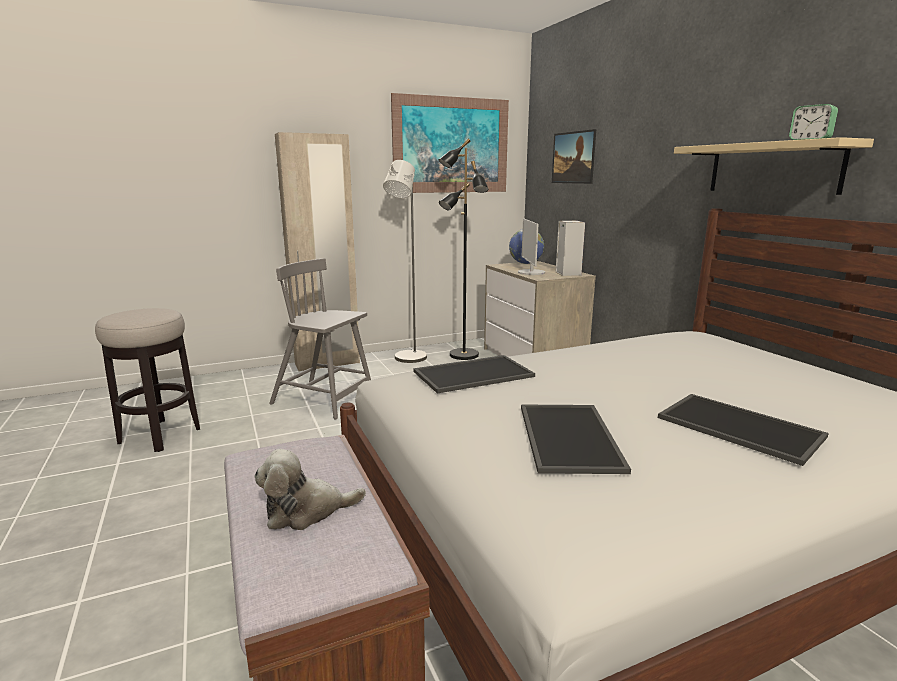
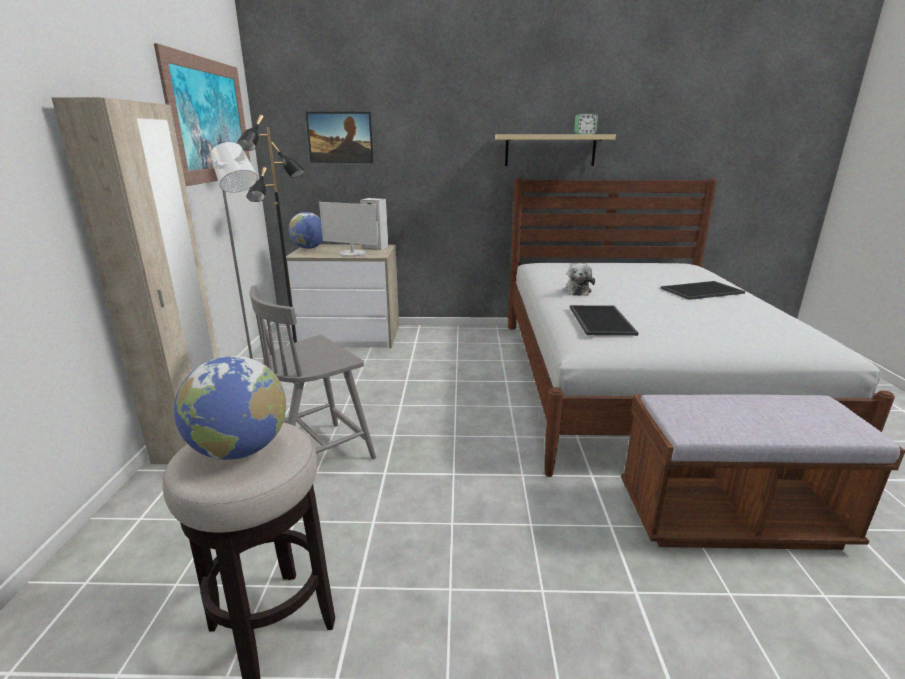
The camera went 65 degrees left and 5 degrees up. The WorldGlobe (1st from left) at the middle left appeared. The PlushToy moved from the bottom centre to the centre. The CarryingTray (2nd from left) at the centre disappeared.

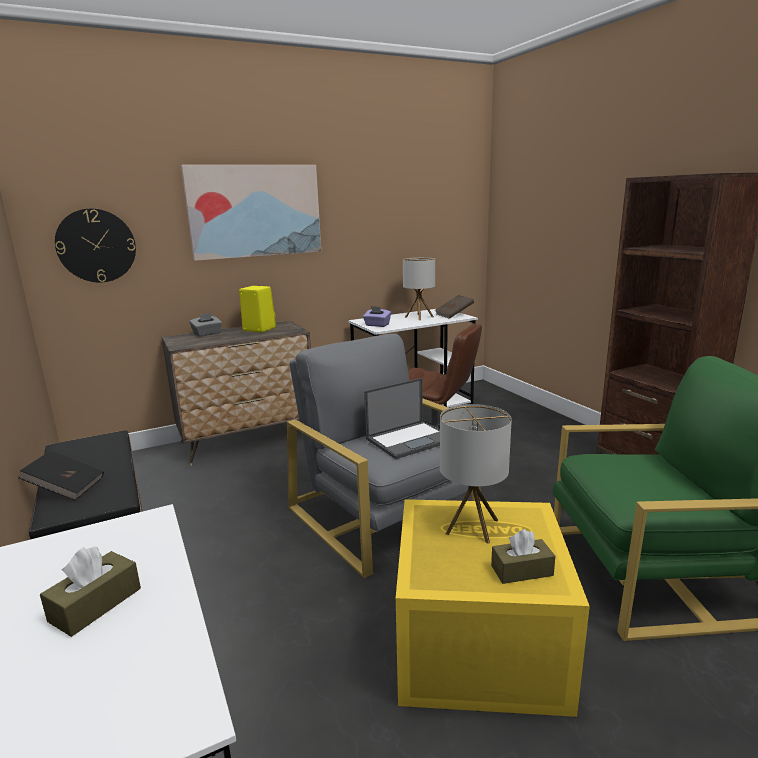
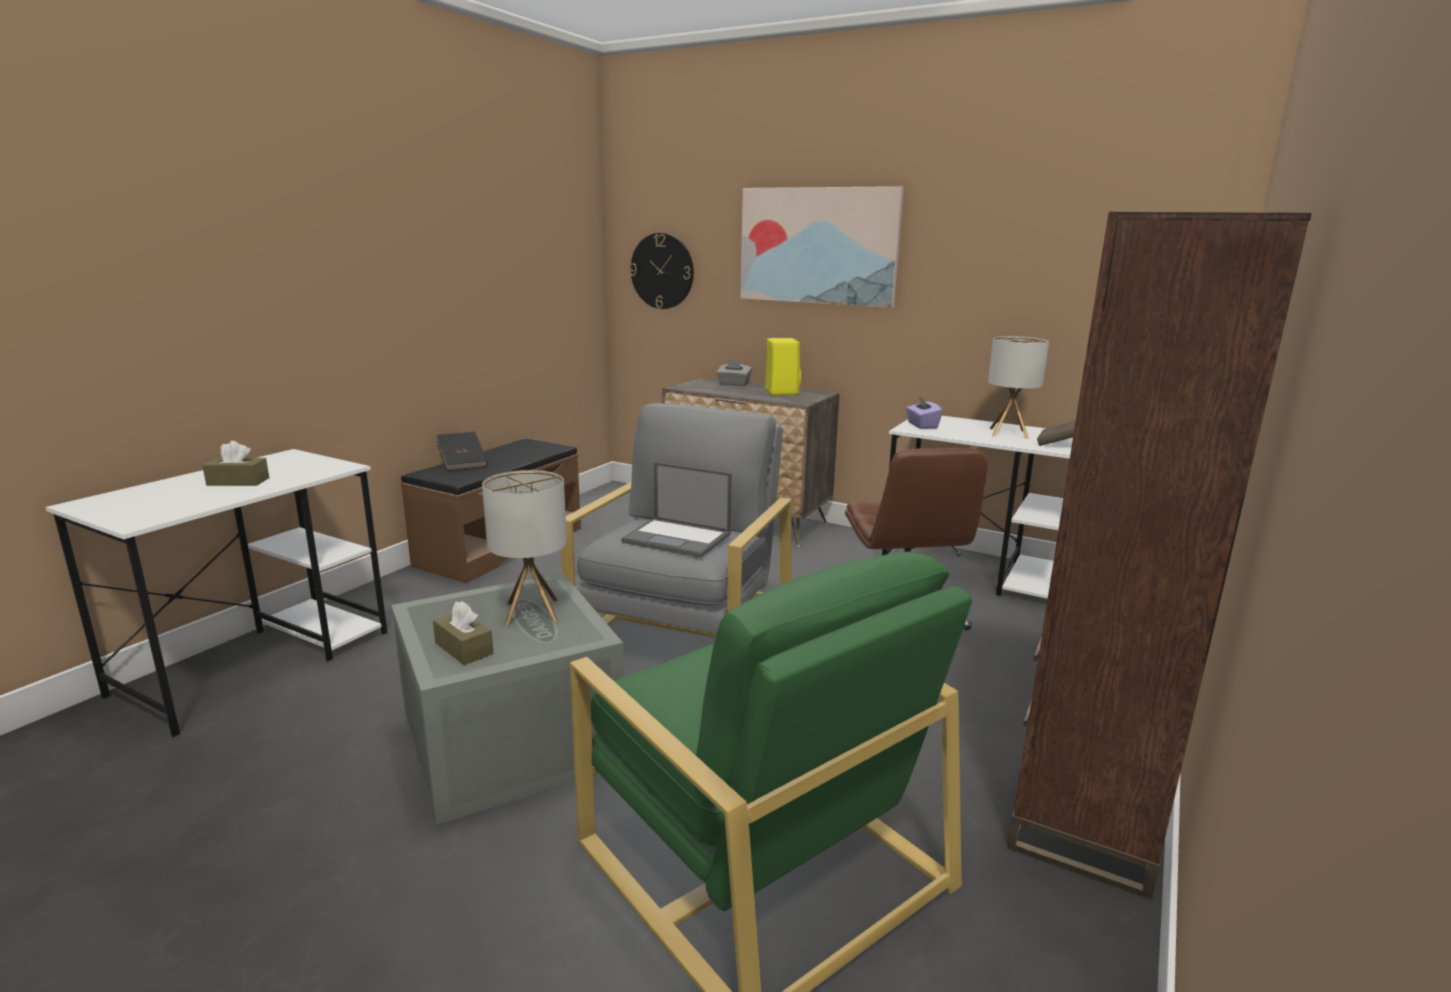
The camera went 55 degrees right and 0 degrees up. The YellowishStorageBox at the bottom centre became the GreyishStorageBox at the bottom centre.

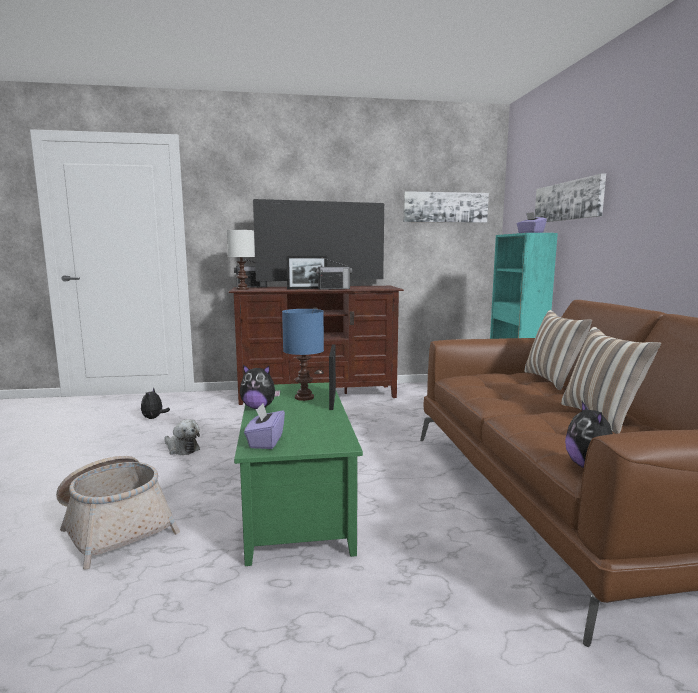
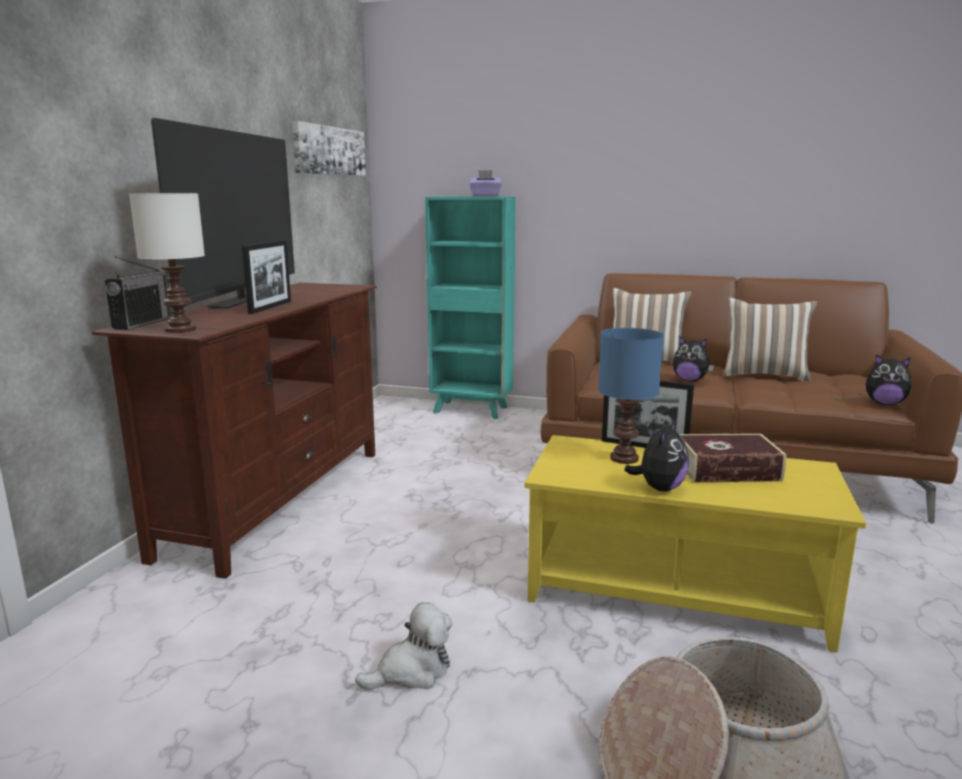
The camera went 65 degrees left and 5 degrees up. The GreenishCoffeeTable at the bottom centre became the YellowishCoffeeTable at the bottom right. The PlushToy (1st from left in the first image) moved from the middle left to the middle right. The BoundBook at the middle right appeared. The PurpleTissueHolder (1st from left) at the centre disappeared. The RadioSet (2nd from left) at the centre disappeared. The WallPicture (2nd from left) at the top right disappeared.

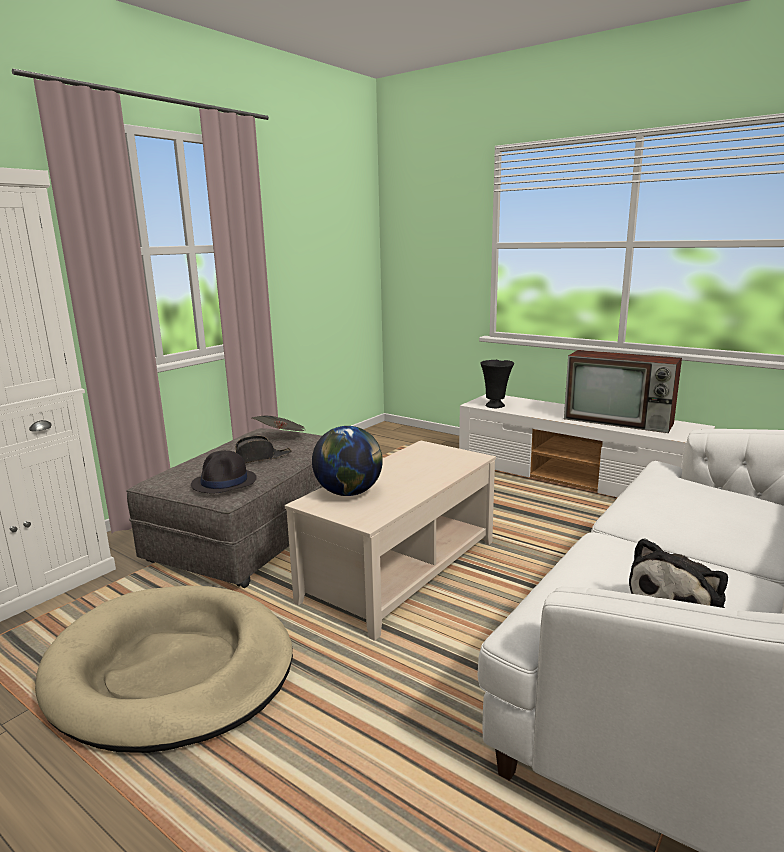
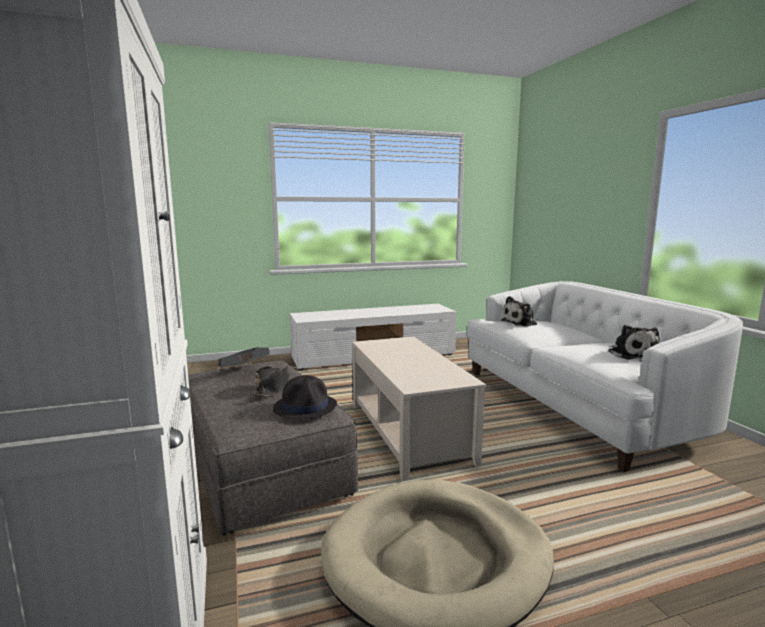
The camera went 55 degrees left and 5 degrees down. The PlushToy (1st from left) at the middle right appeared. The WorldGlobe at the centre disappeared. The BlackColouredFlowerVase at the centre disappeared. The Television at the middle right disappeared.

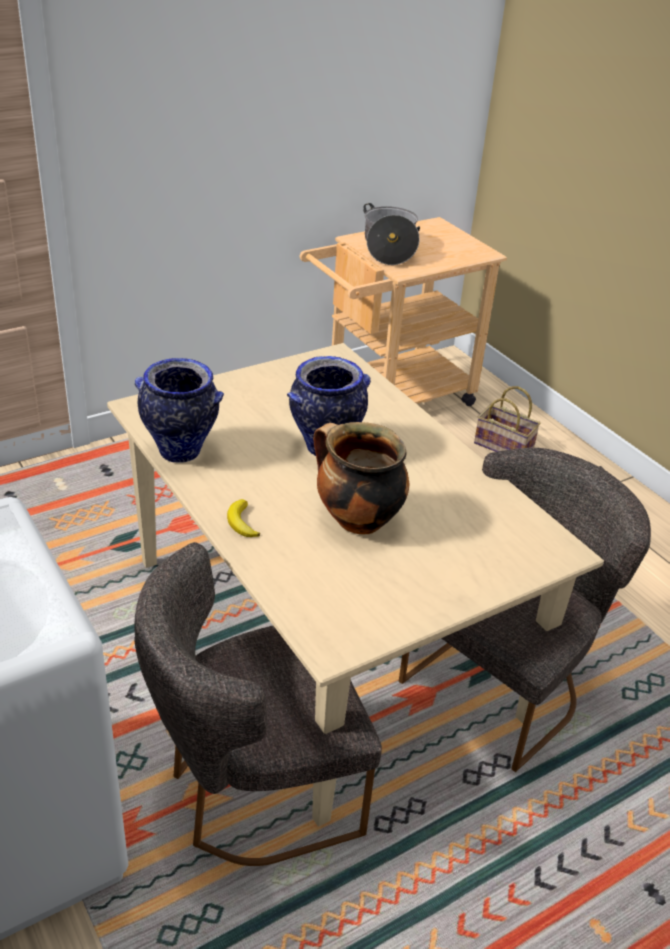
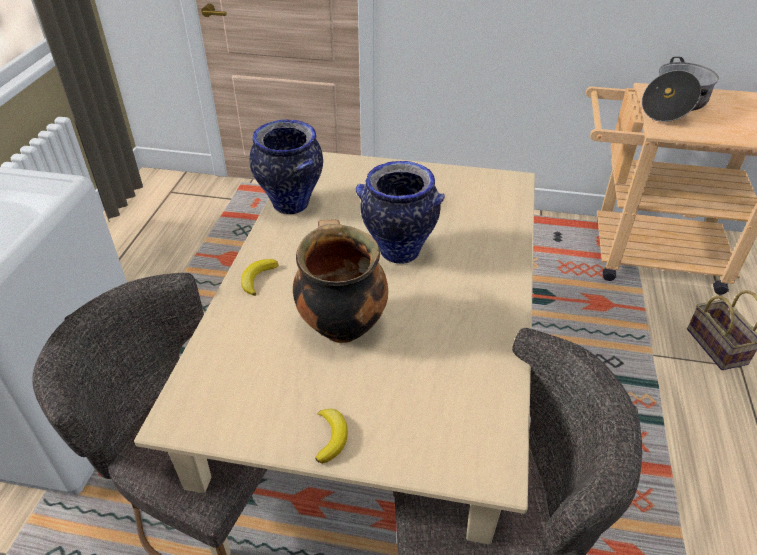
The camera went 45 degrees right and 5 degrees up. The Banana (2nd from left) at the bottom centre appeared.

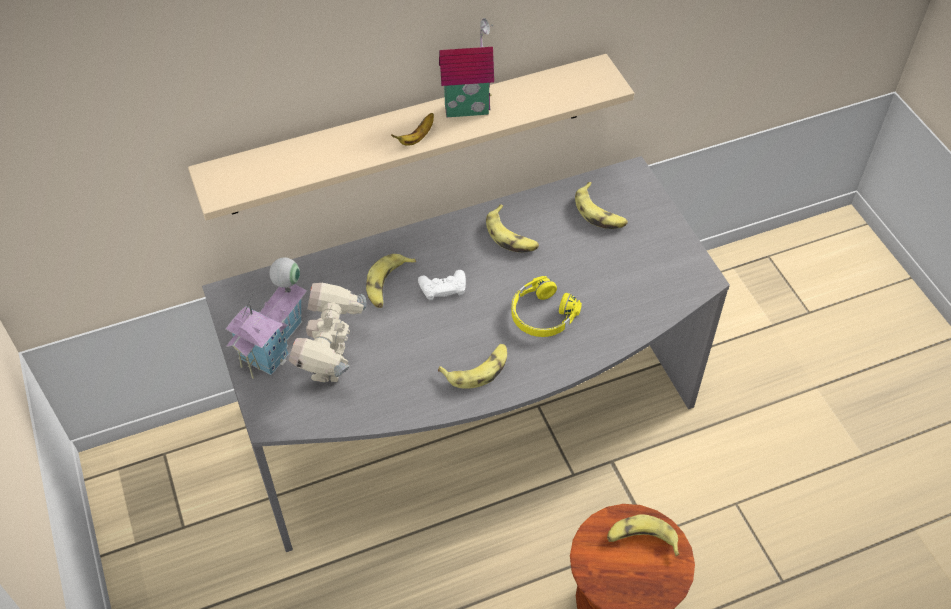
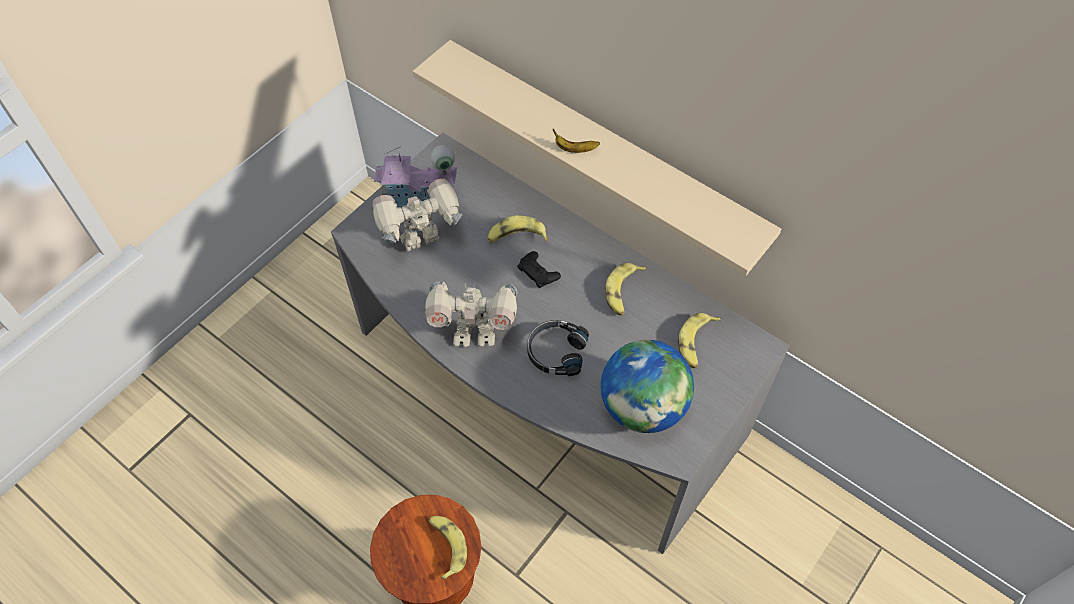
The camera went 60 degrees right and 5 degrees up. The Banana (3rd from left) at the centre was replaced by the ModelRobot (2nd from left) at the centre. The WhiteJoypad at the centre became the BlackColouredJoypad at the centre. The YellowishHeadphones at the centre became the BlackColouredHeadphones at the centre. The WorldGlobe at the centre appeared. The ModelHouse (2nd from left) at the top centre disappeared.

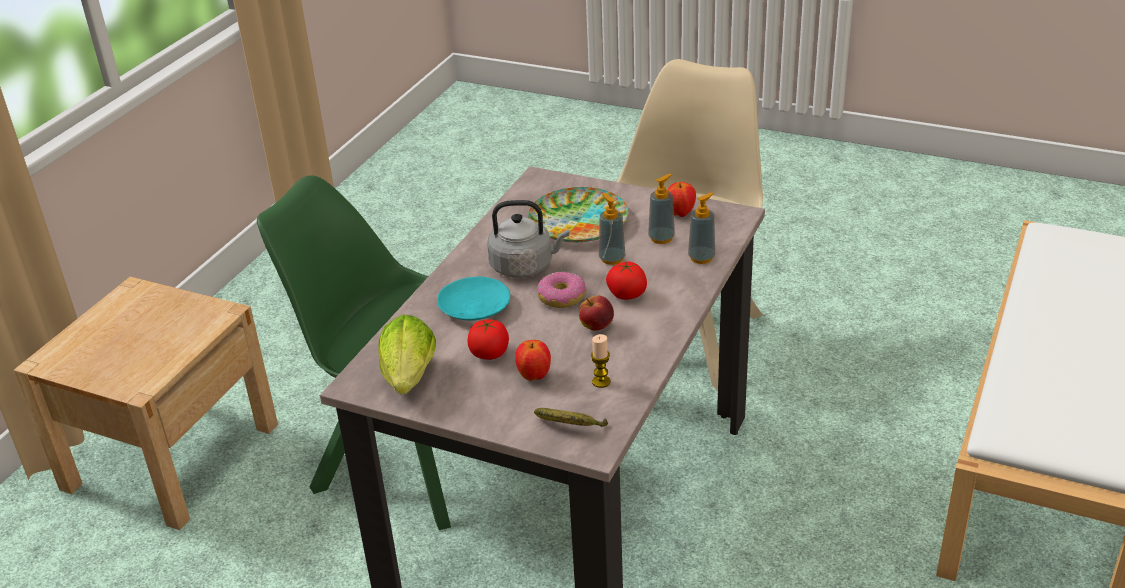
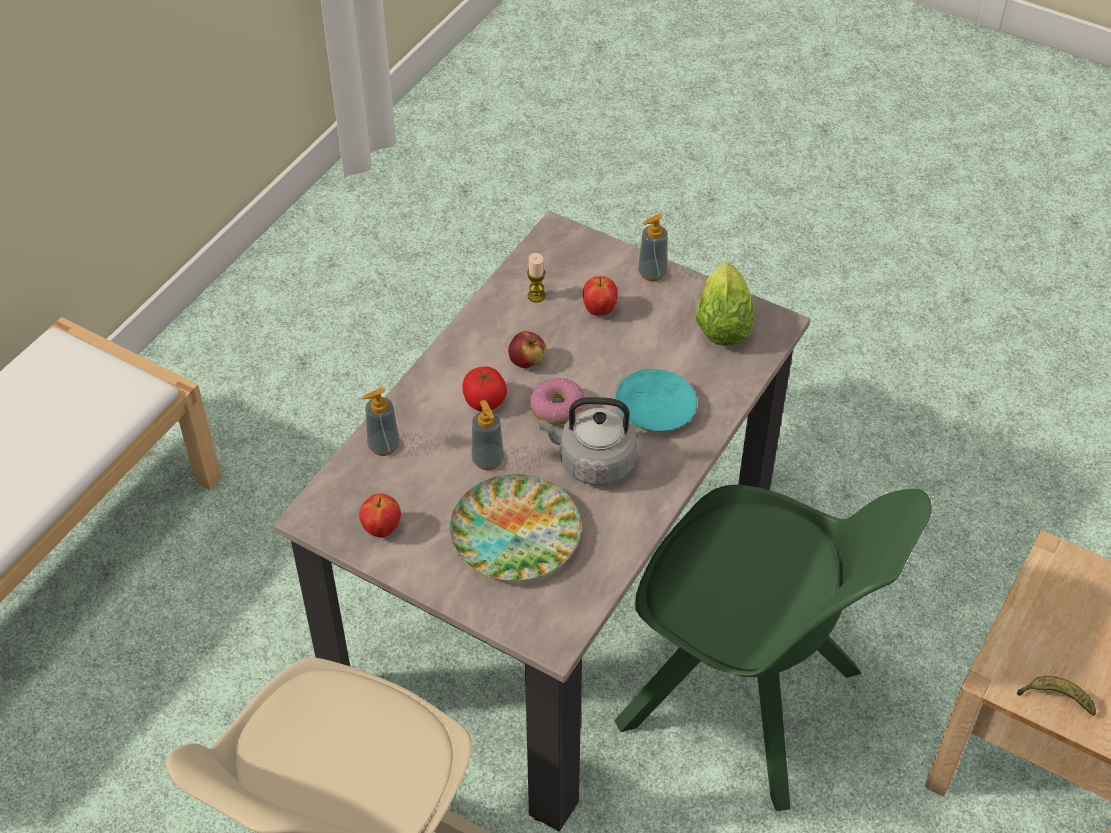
The camera went 175 degrees left and 15 degrees up. The SoapDispenser (2nd from left in the first image) moved from the centre to the top centre. The Banana moved from the bottom centre to the bottom right. The WholeTomato (1st from left) at the centre disappeared.

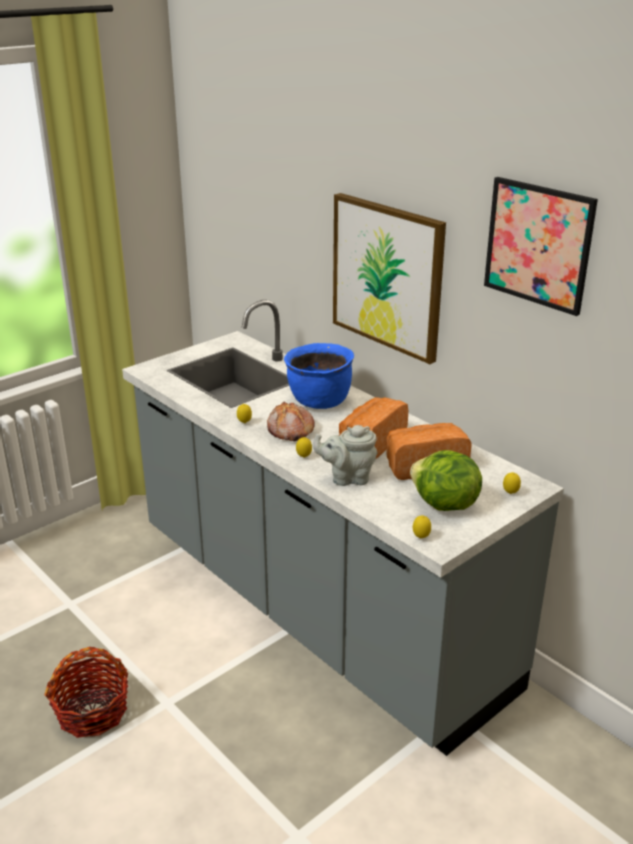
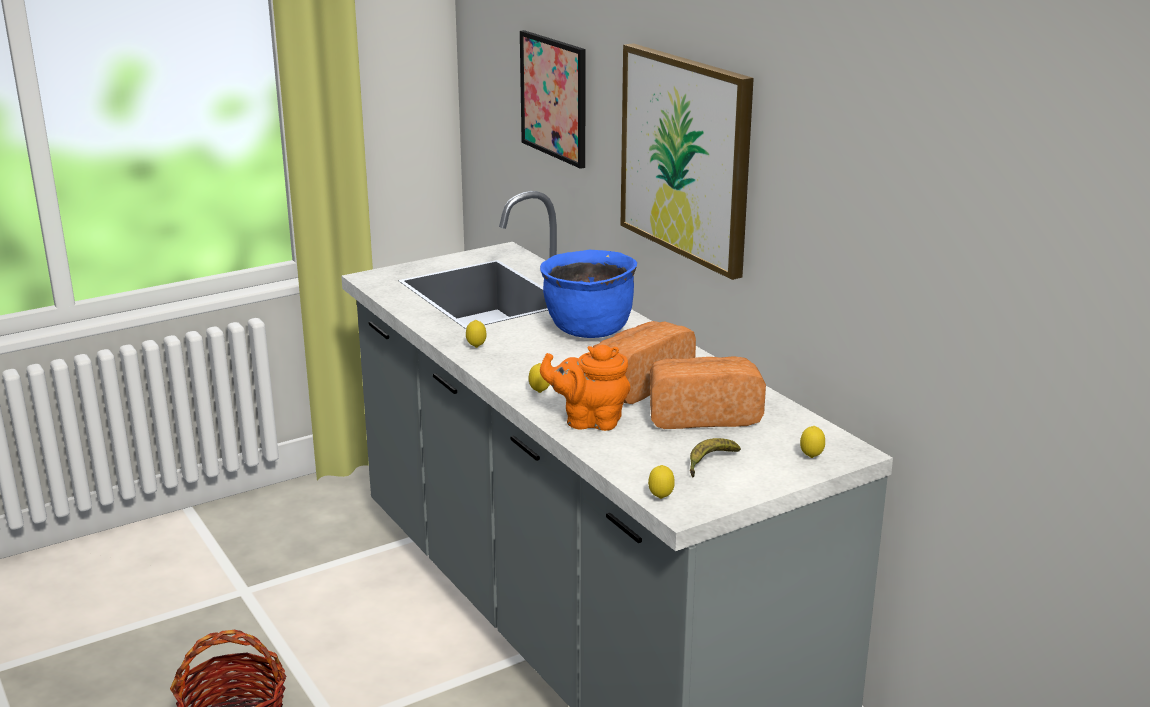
The camera went 10 degrees right and 5 degrees down. The WallPicture (2nd from left in the first image) moved from the top right to the top centre. The GreyishTeapot at the centre became the OrangeyTeapot at the centre. The LettuceHead at the middle right was replaced by the Banana at the centre. The BakedBread (1st from left) at the centre disappeared.

